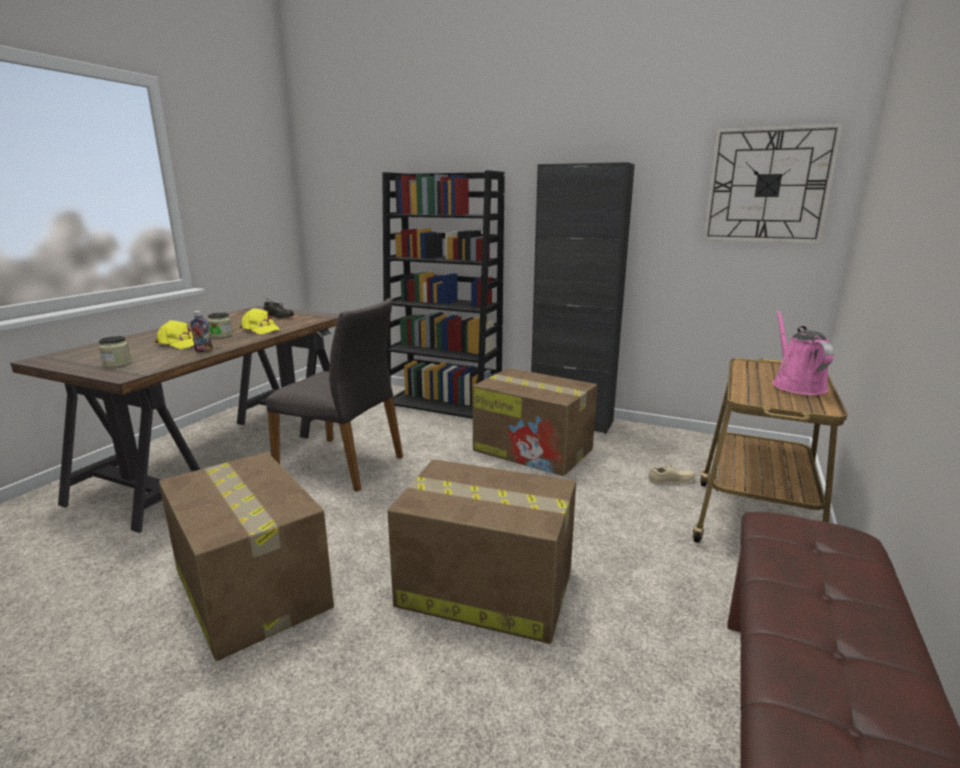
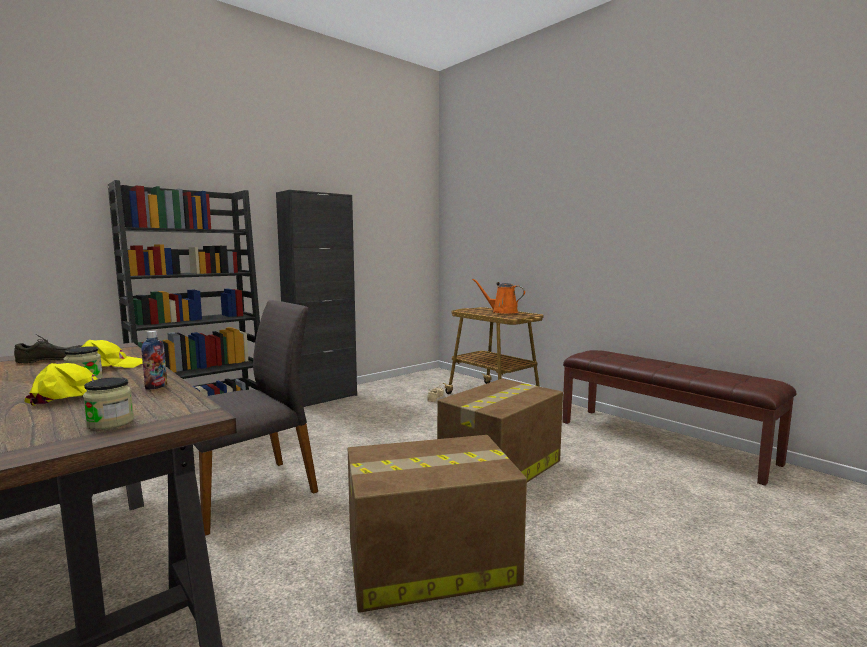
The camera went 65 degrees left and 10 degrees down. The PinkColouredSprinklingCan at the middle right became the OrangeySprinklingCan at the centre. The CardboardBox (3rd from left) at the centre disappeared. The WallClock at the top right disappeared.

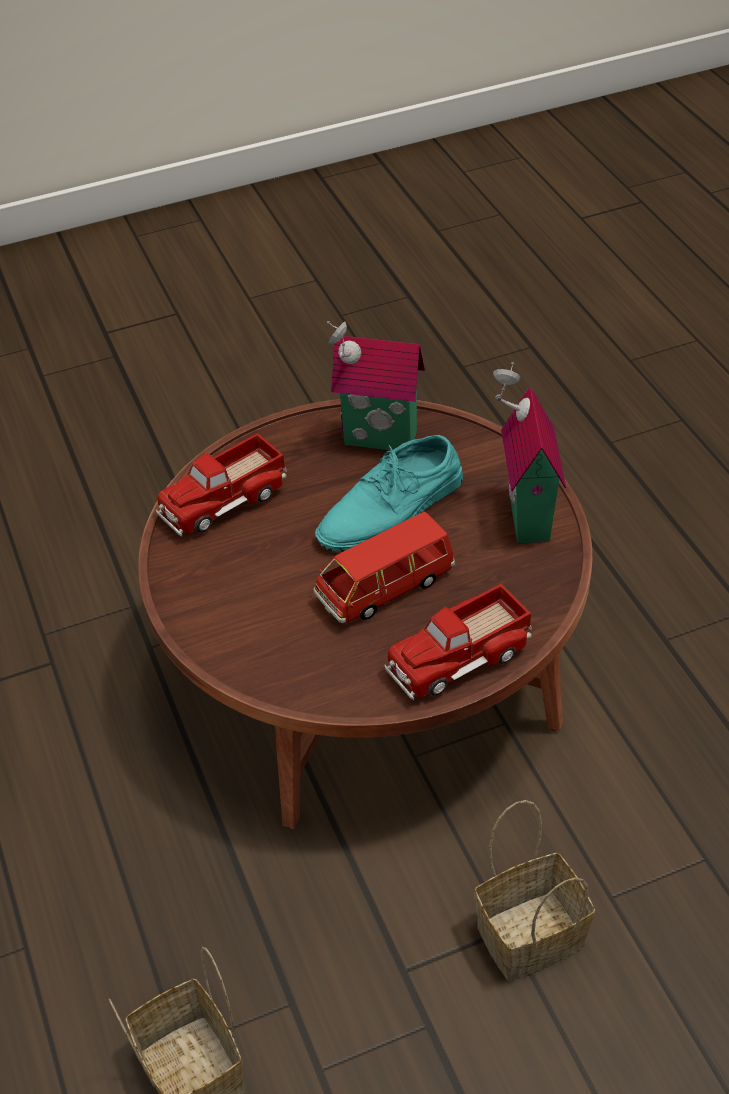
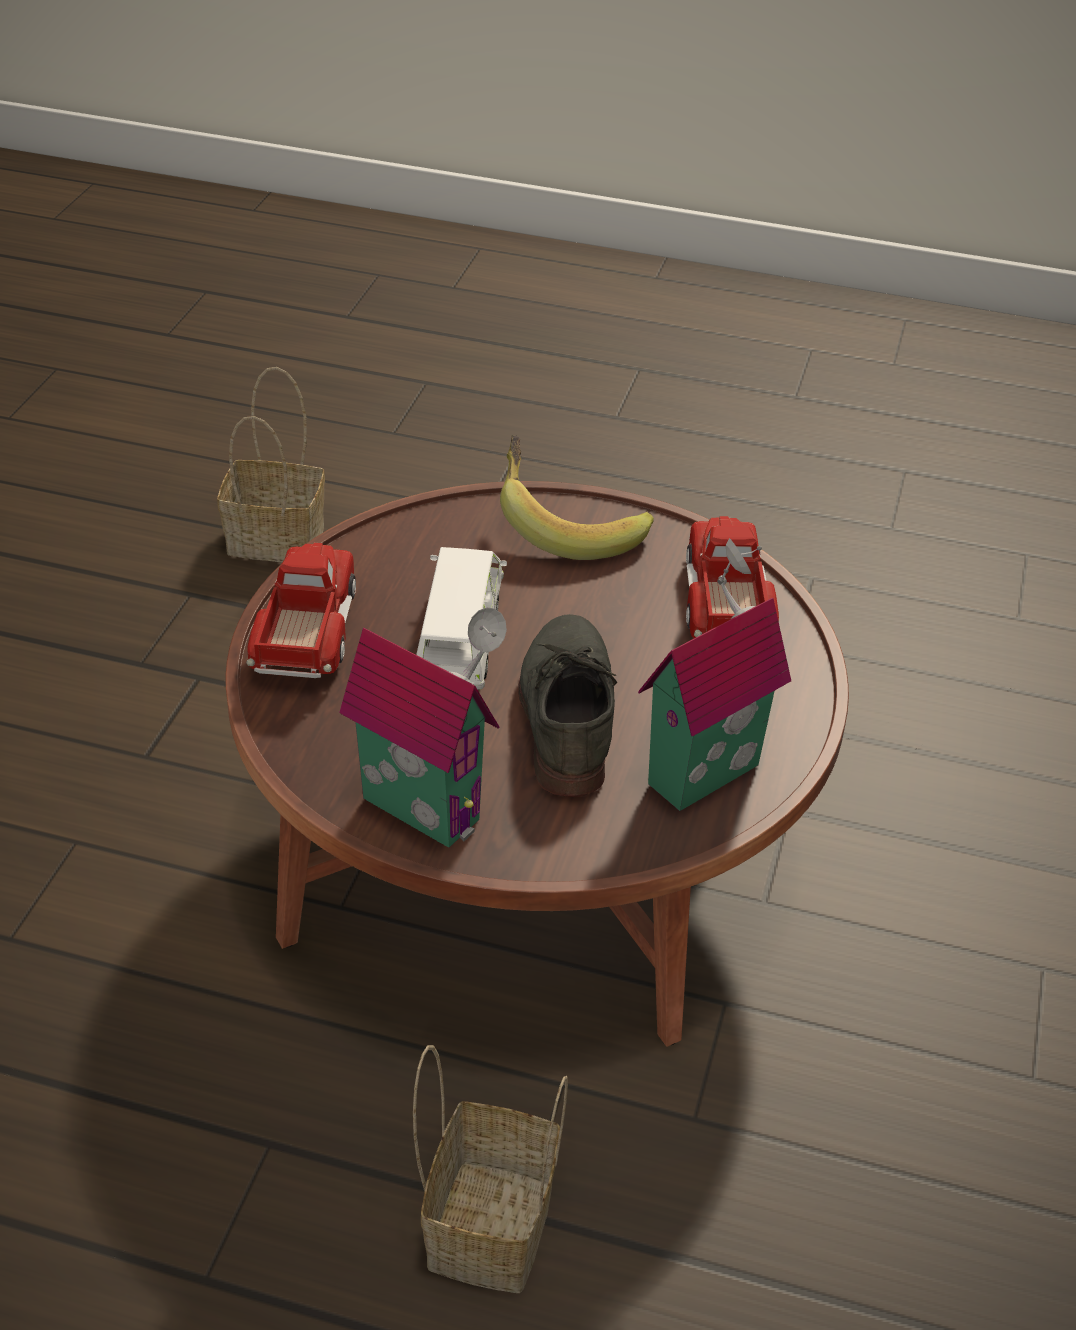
The camera went 125 degrees right and 5 degrees down. The StorageBasket (2nd from left) moved from the bottom right to the bottom centre. The RedToyCar at the centre became the WhiteToyCar at the centre. The Banana at the centre appeared. The TurquoiseShoe at the centre became the GreyishShoe at the centre.

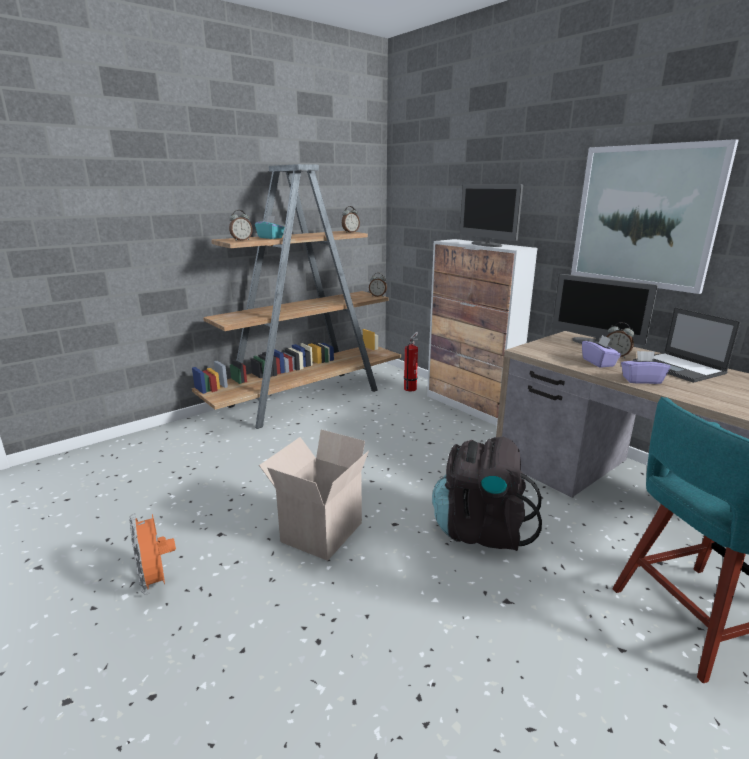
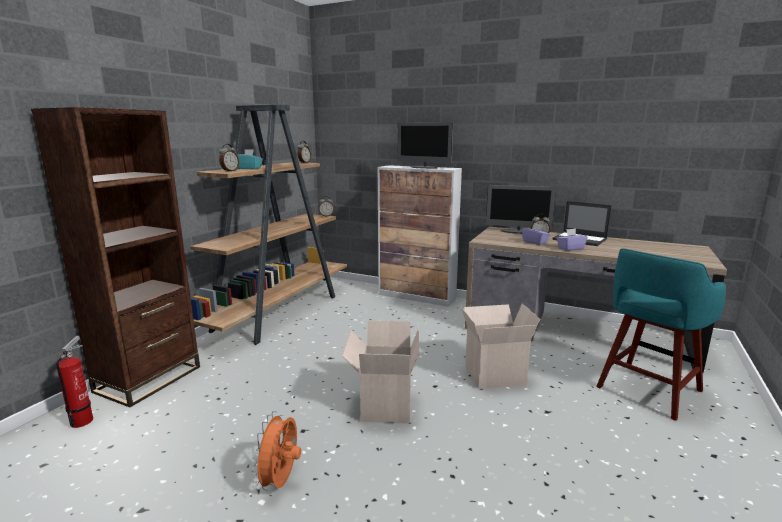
The camera went 25 degrees left and 5 degrees down. The BrownBookshelf (1st from left) at the middle left appeared. The FireFightingCylinder moved from the centre to the bottom left. The OrangeyElectricFan at the bottom left turned 60 degrees clockwise. The BlackColouredRucksack at the centre was replaced by the CardboardBox (2nd from left) at the centre. The WallPicture at the top right disappeared.

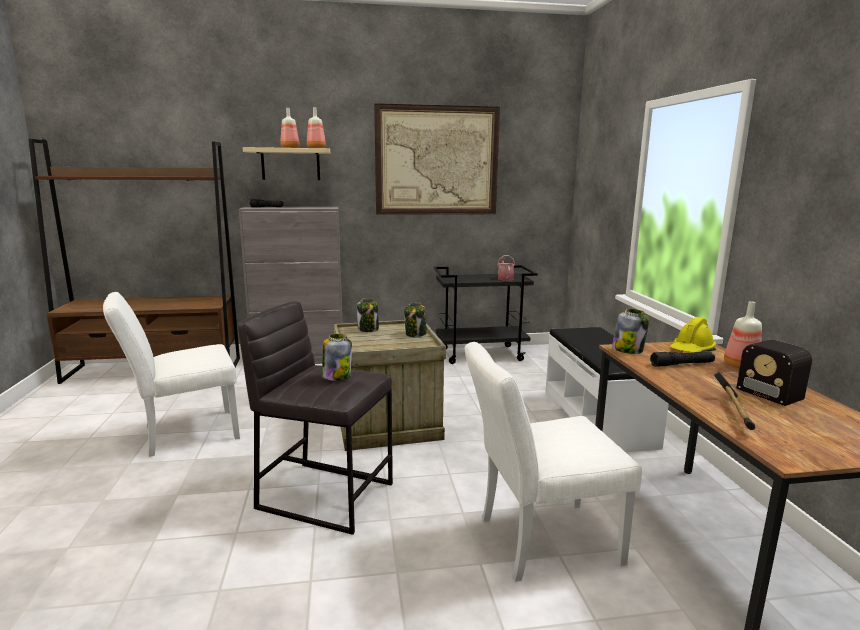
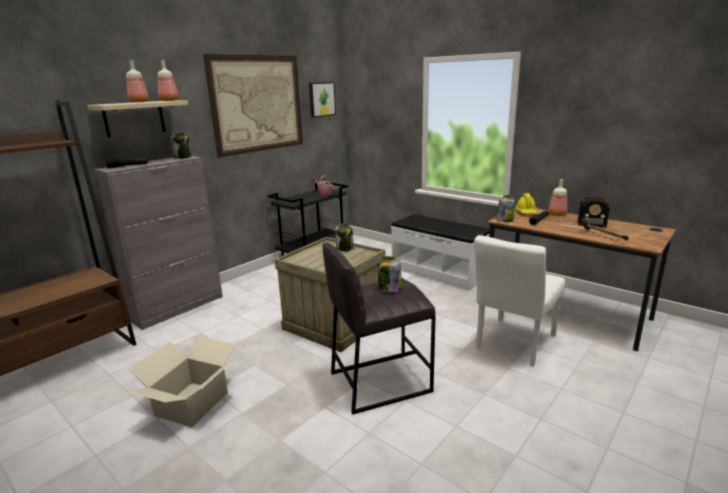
The camera went 40 degrees left and 5 degrees up. The WhiteChair (1st from left) at the middle left was replaced by the CardboardBox at the bottom left. The Jar (2nd from left in the first image) moved from the centre to the top left. The WallPicture (2nd from left) at the top centre appeared.

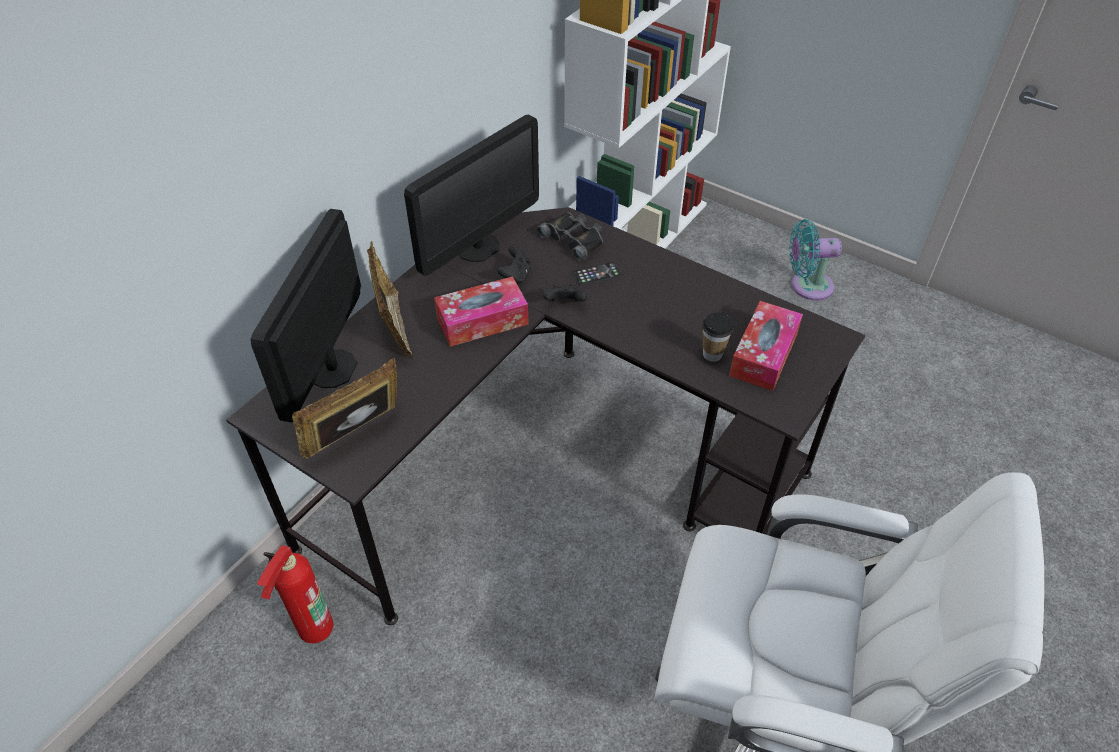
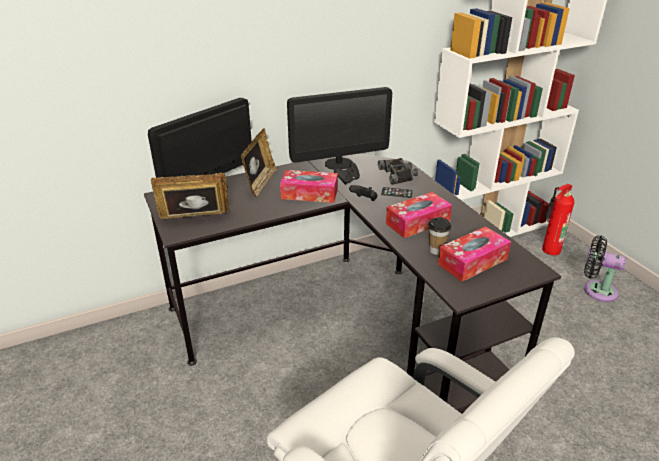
The camera went 30 degrees right and 15 degrees down. The TissueHolder (2nd from left) at the centre appeared. The FireFightingCylinder moved from the bottom left to the middle right. The TurquoiseElectricFan at the middle right became the BlackColouredElectricFan at the middle right.

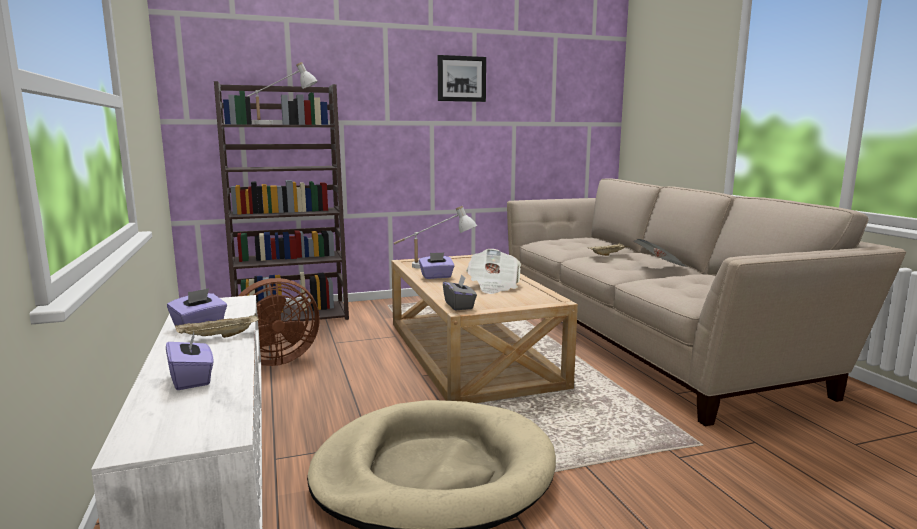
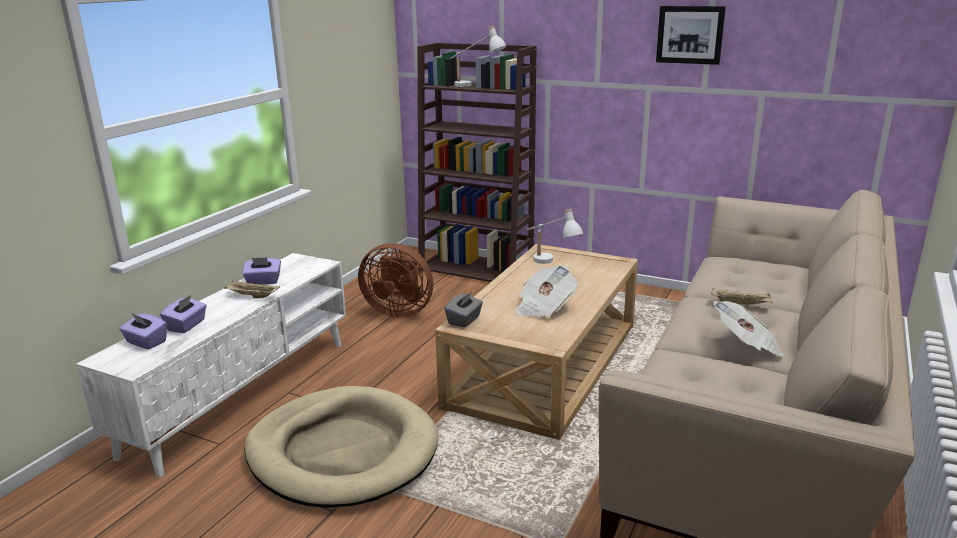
The camera went 45 degrees right and 10 degrees up. The PurpleTissueHolder (3rd from left in the first image) moved from the centre to the middle left.

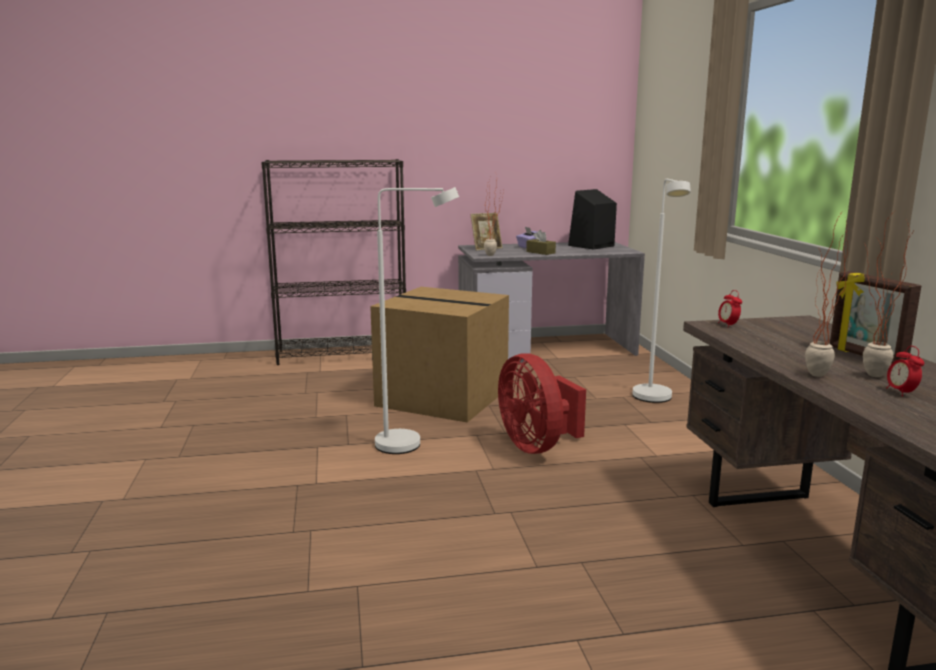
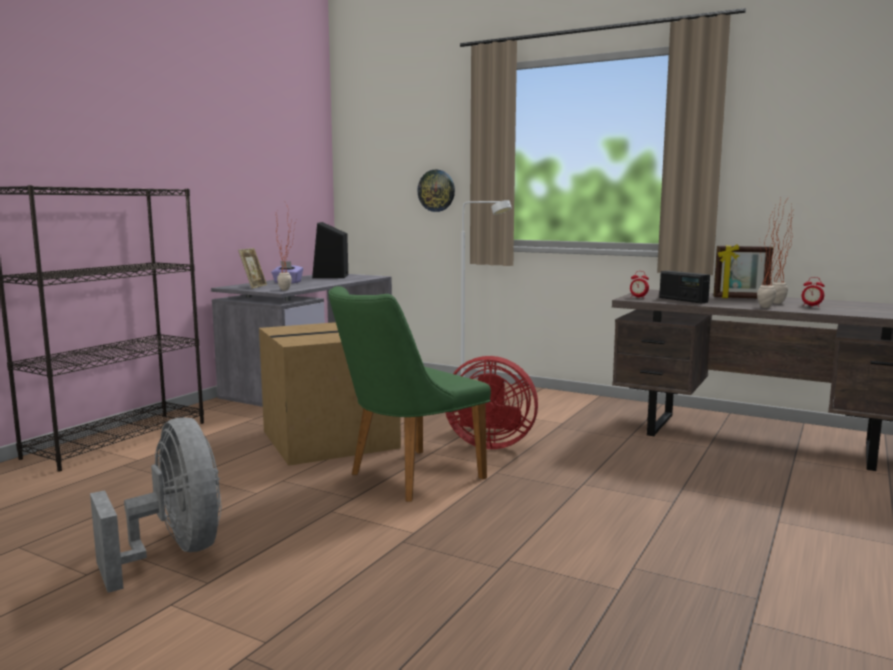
The camera went 50 degrees left and 5 degrees down. The GreyishElectricFan at the bottom left appeared. The WhiteStandardLamp (1st from left) at the centre was replaced by the GreenishChair at the centre. The WallClock at the top centre appeared. The RadioSet at the middle right appeared. The BrownTissueHolder at the centre disappeared.

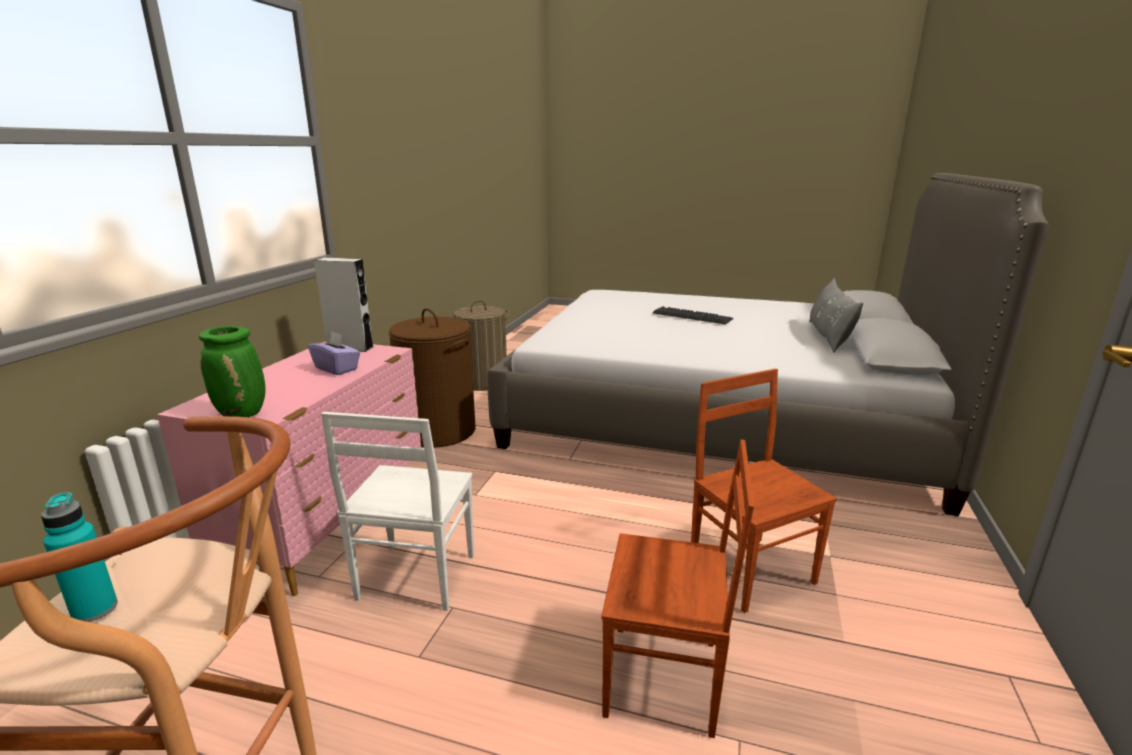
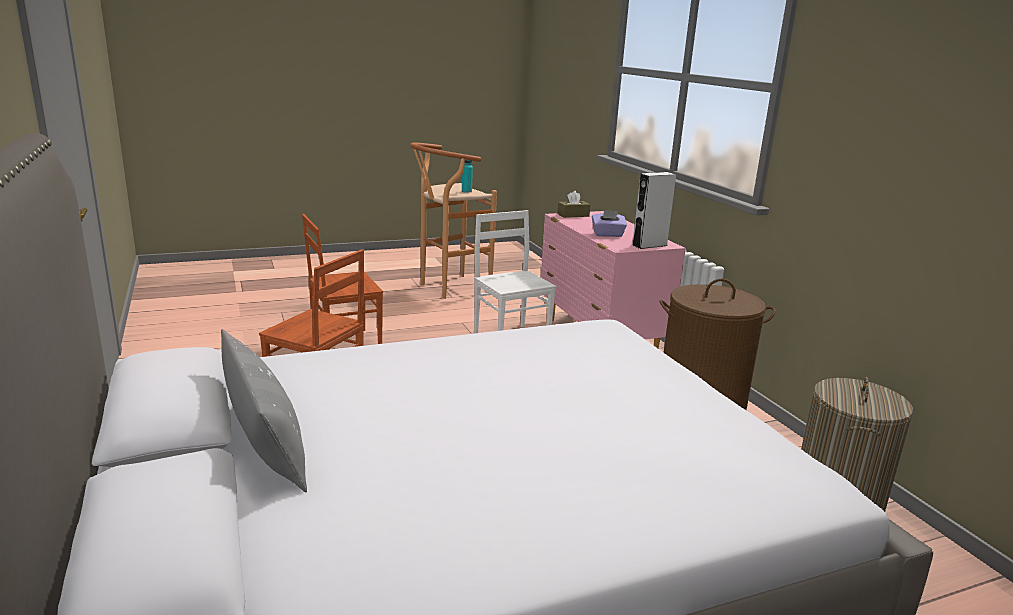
The camera went 140 degrees right and 0 degrees up. The GreenishFlowerVase at the middle left was replaced by the BrownTissueHolder at the top centre. The Keyboard at the centre disappeared.

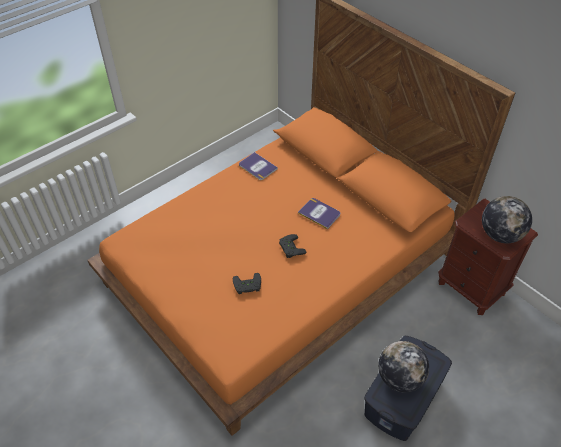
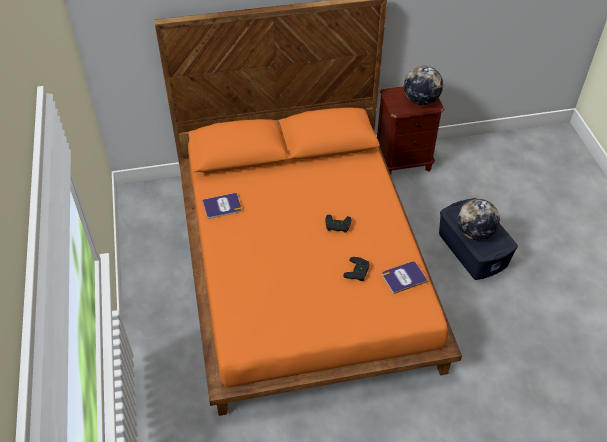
The camera went 60 degrees left and 0 degrees up. The BoundBook (2nd from left) moved from the centre to the middle right.

